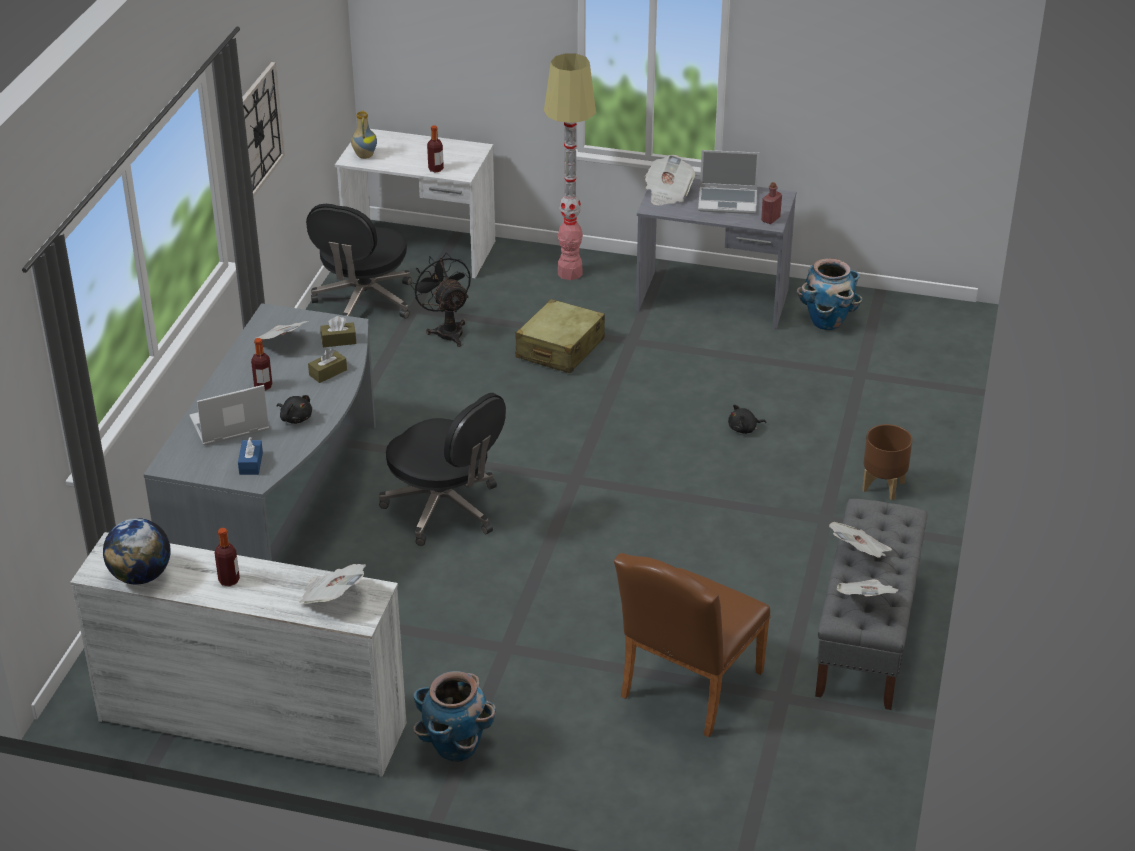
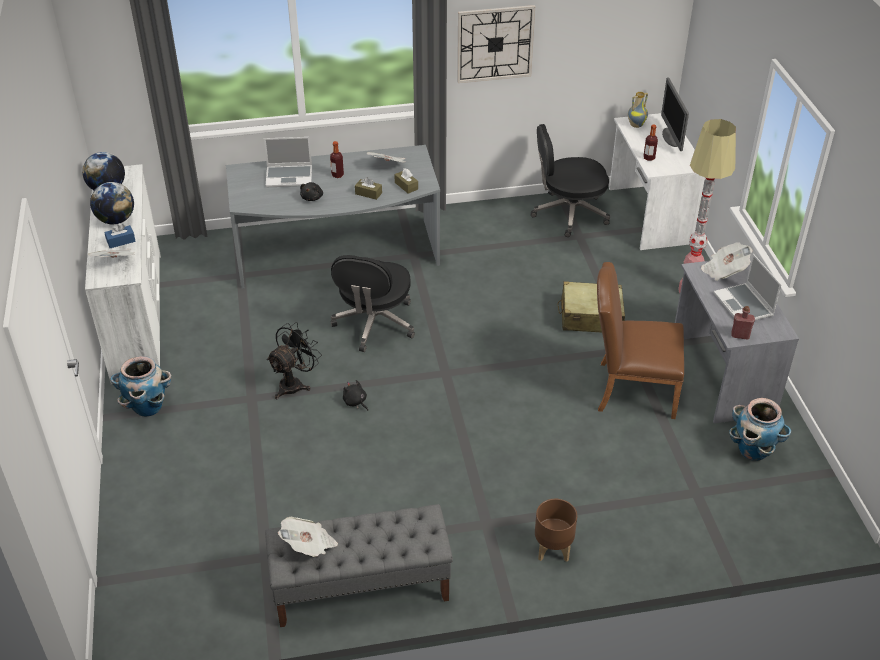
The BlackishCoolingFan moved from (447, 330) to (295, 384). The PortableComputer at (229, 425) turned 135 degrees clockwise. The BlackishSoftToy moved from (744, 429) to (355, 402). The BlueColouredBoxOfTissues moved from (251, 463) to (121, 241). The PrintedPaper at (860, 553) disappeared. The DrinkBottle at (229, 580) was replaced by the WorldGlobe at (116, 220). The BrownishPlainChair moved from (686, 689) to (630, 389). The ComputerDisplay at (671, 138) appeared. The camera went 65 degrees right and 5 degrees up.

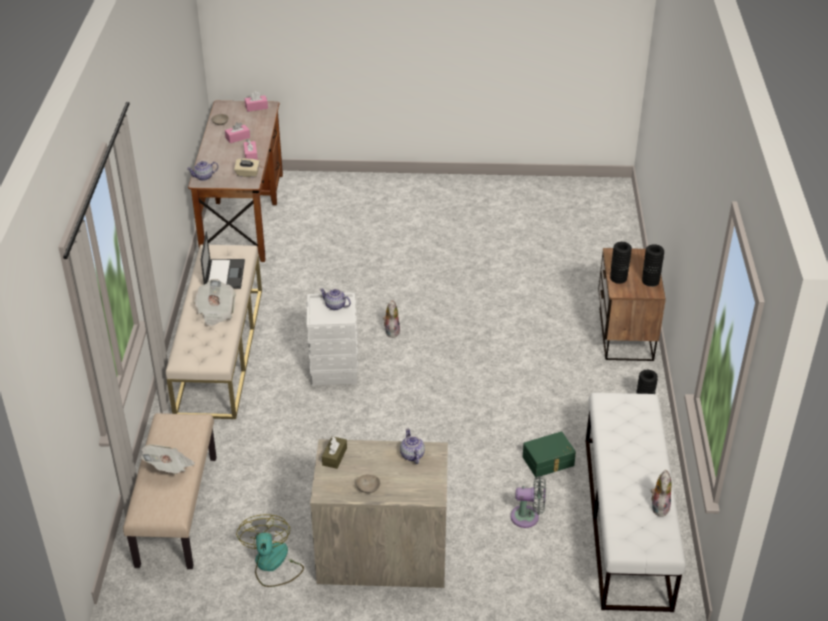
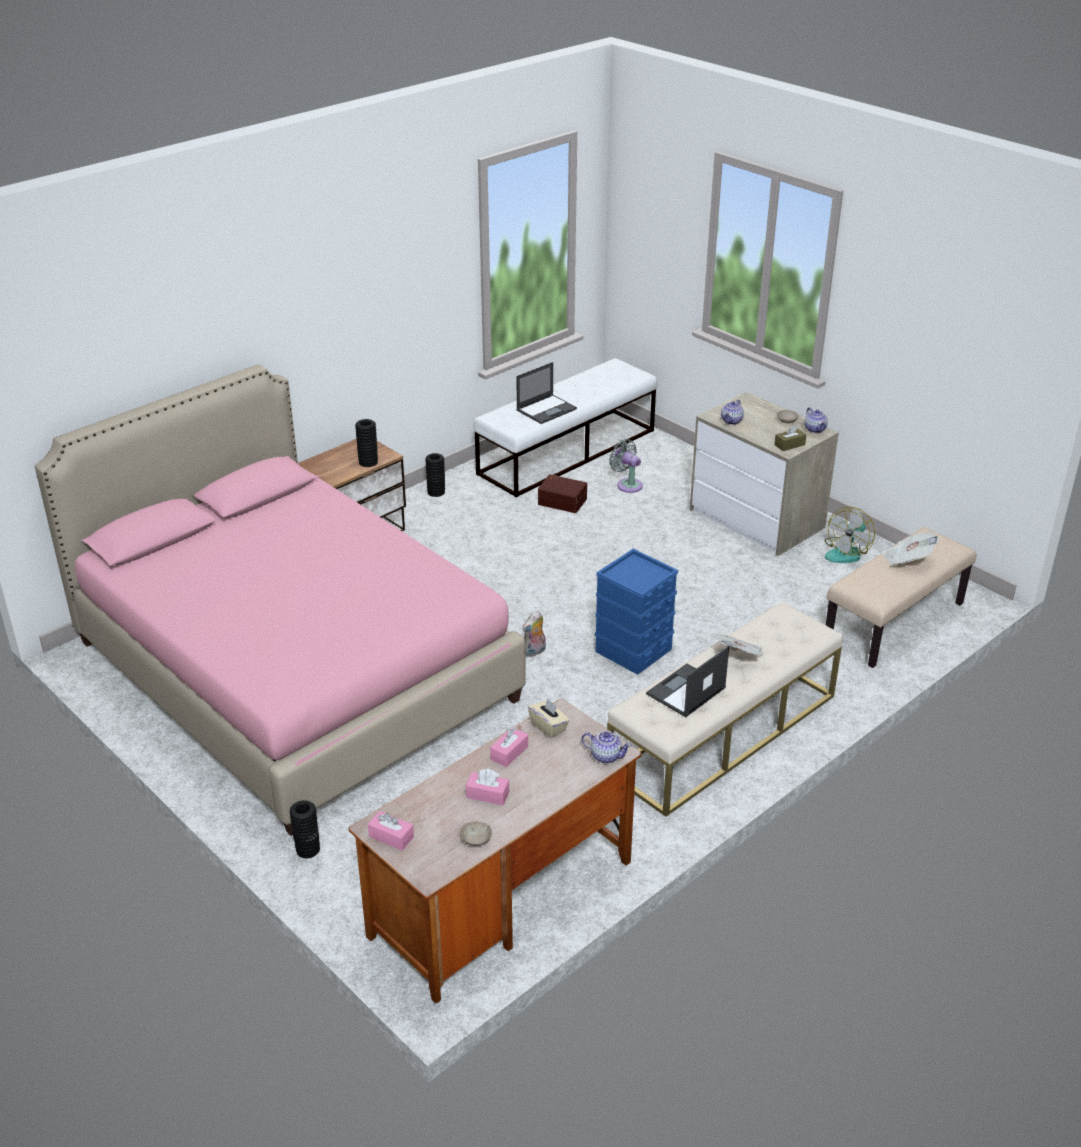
The BlackishVase moved from (650, 281) to (308, 849). The PotForTea moved from (335, 306) to (815, 429). The WhiteStorageBox at (335, 369) became the BlueColouredStorageBox at (632, 650). The GreenColouredStorageBox at (548, 462) became the BrownishStorageBox at (562, 501). The SoftToy at (658, 506) disappeared. The PortableComputer at (546, 409) appeared. The PinkishBed at (294, 671) appeared. The camera went 135 degrees left and 5 degrees down.

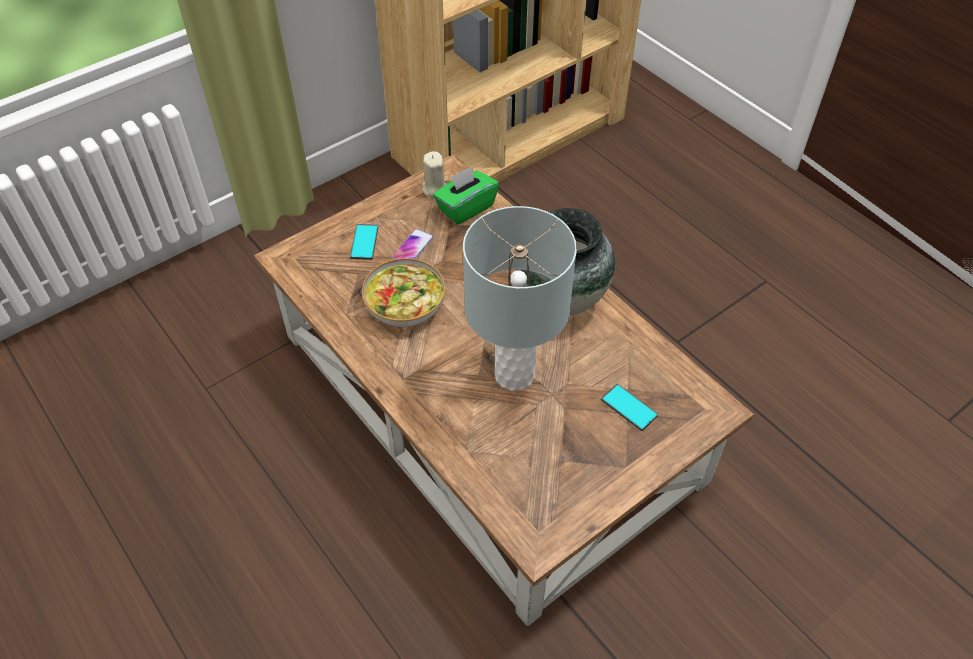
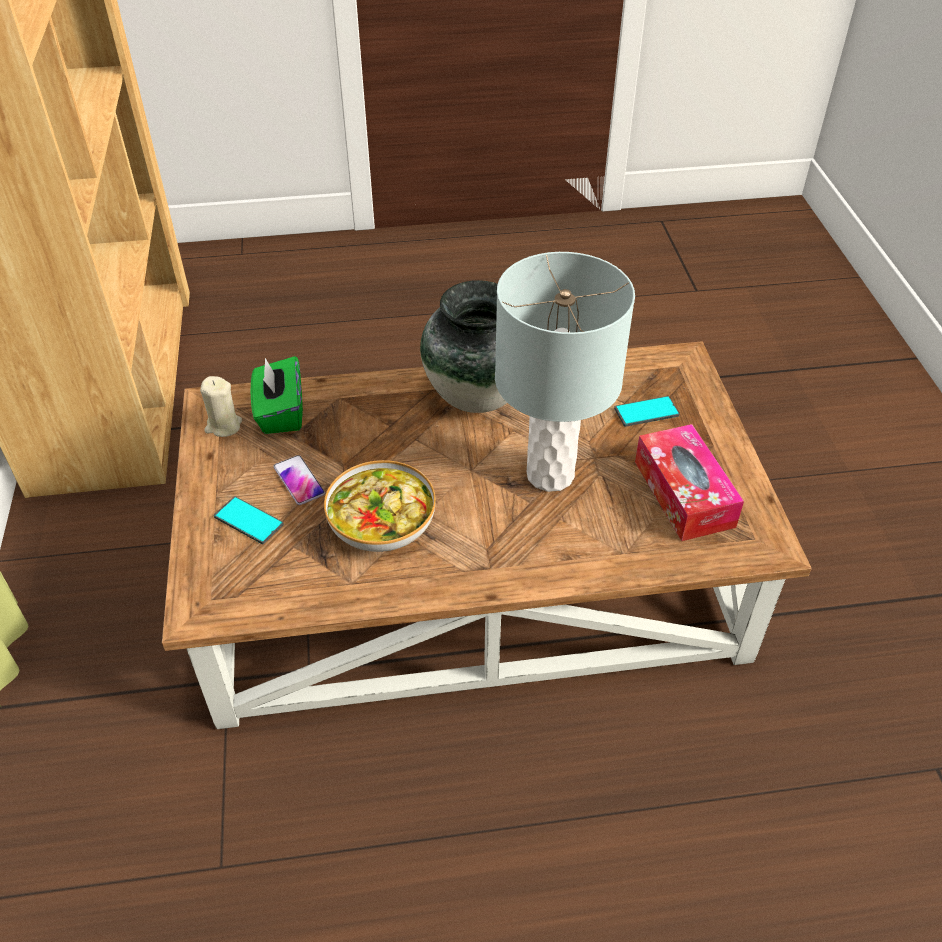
The BoxOfTissues at (684, 494) appeared. The camera went 60 degrees left and 5 degrees down.

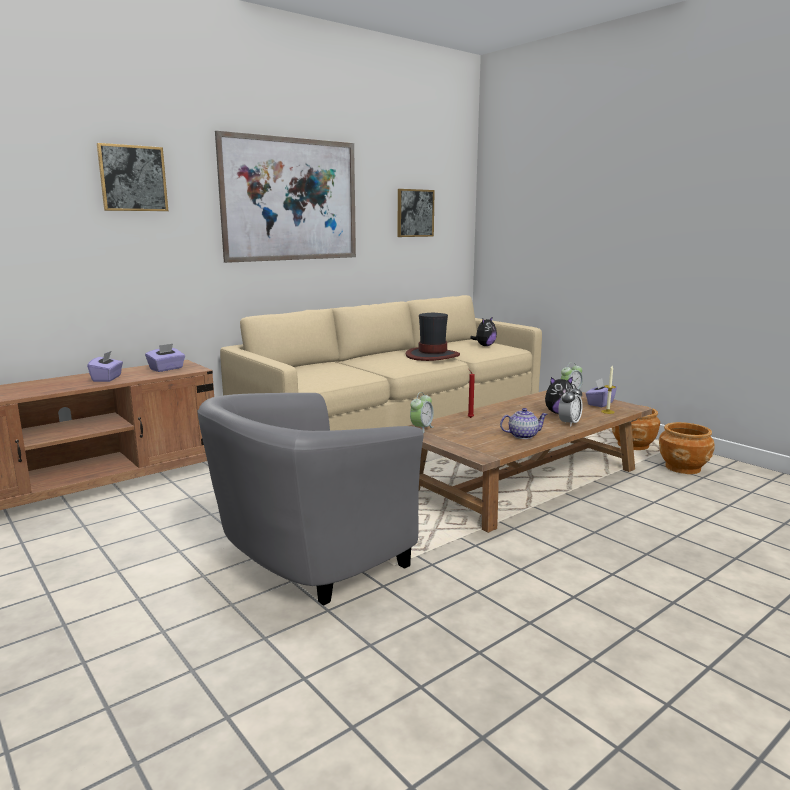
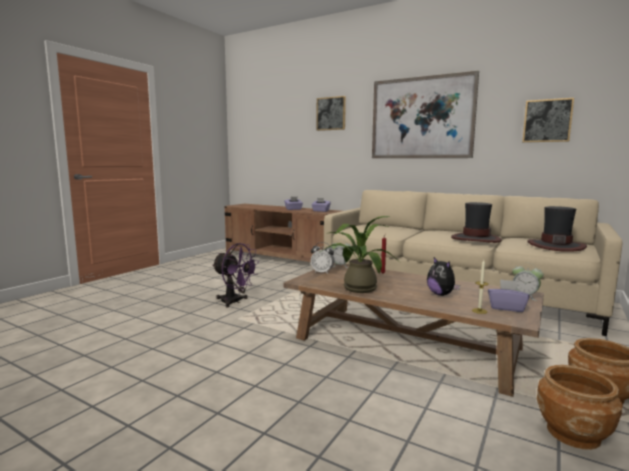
The SoftToy at (484, 346) was replaced by the Hat at (555, 246). The AlarmClock moved from (569, 423) to (322, 272). The GreyArmchair at (306, 561) was replaced by the PurplishCoolingFan at (235, 302). The PotForTea at (522, 436) was replaced by the Houseplant at (357, 287). The camera went 70 degrees right and 5 degrees down.

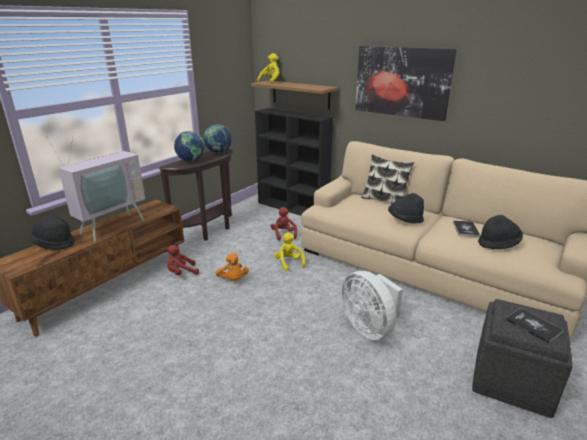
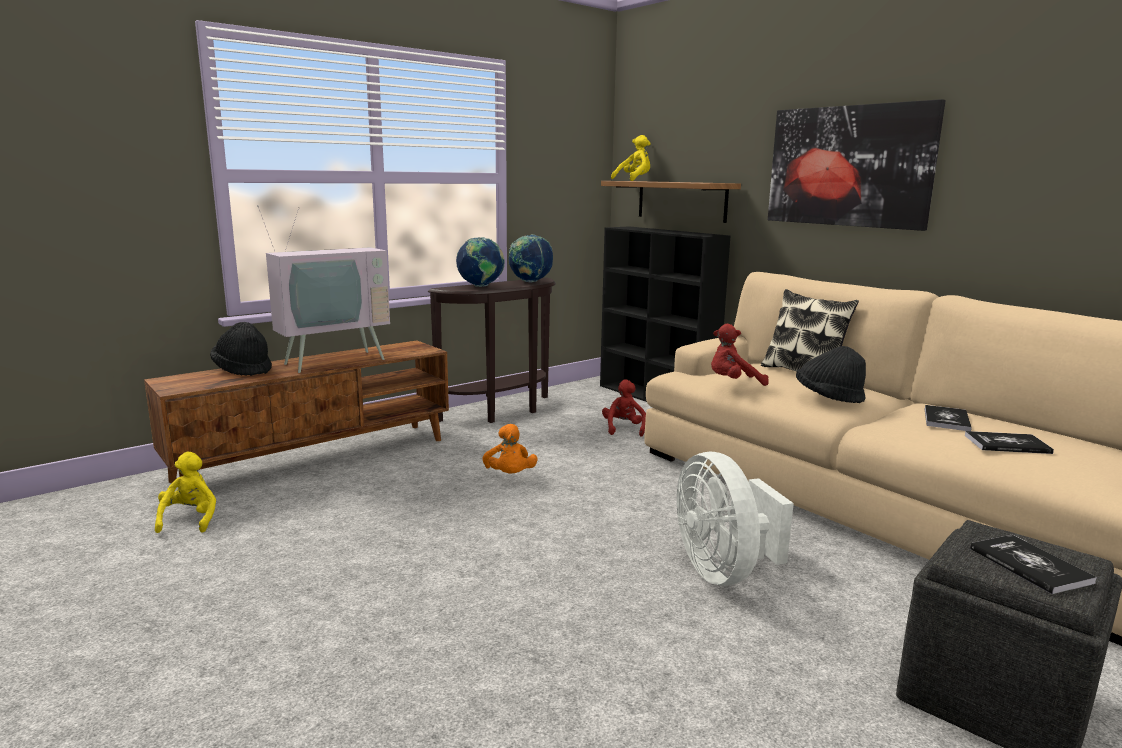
The BlackishHat at (498, 244) was replaced by the Book at (1007, 444). The YellowColouredSoftToy moved from (289, 263) to (190, 519). The RedColouredSoftToy moved from (181, 273) to (733, 383). The camera went 15 degrees right and 10 degrees down.

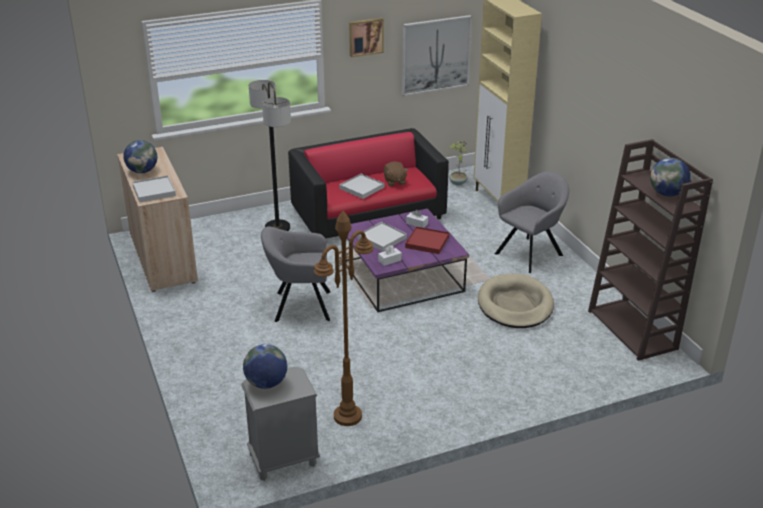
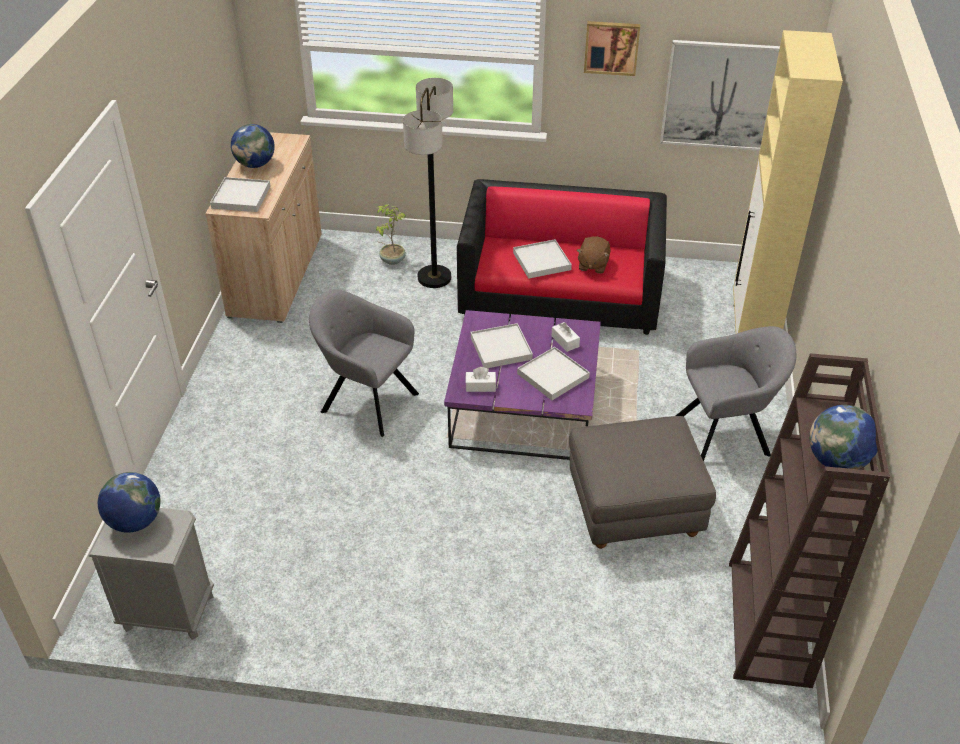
The Houseplant moved from (457, 183) to (392, 260). The BrownishStandardLamp at (348, 416) disappeared. The RedColouredServingTray at (427, 242) became the WhiteServingTray at (552, 376). The BeigeDogCushion at (515, 305) was replaced by the GreyOttoman at (634, 510). The camera went 30 degrees right and 10 degrees up.

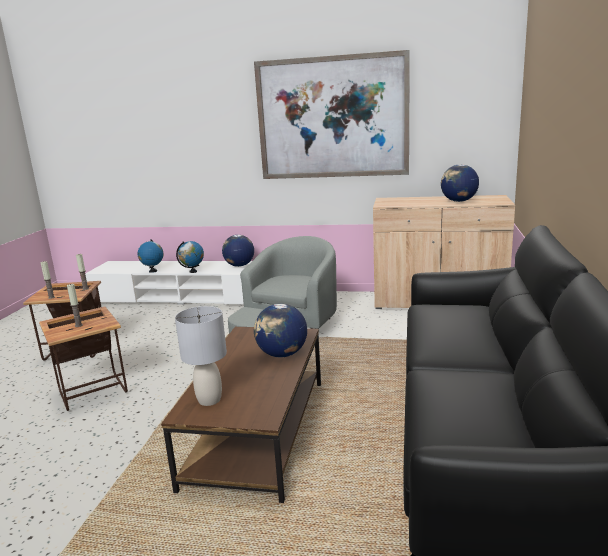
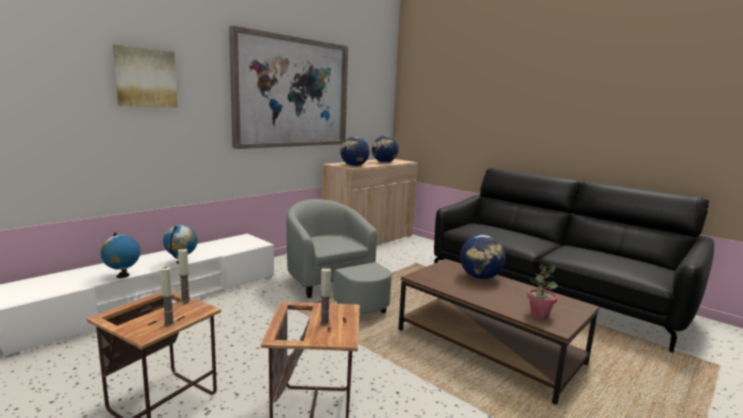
The WorldGlobe moved from (239, 265) to (354, 166). The GreyTabletopLamp at (209, 400) was replaced by the Houseplant at (539, 314). The WallPicture at (146, 77) appeared. The camera went 60 degrees left and 5 degrees down.

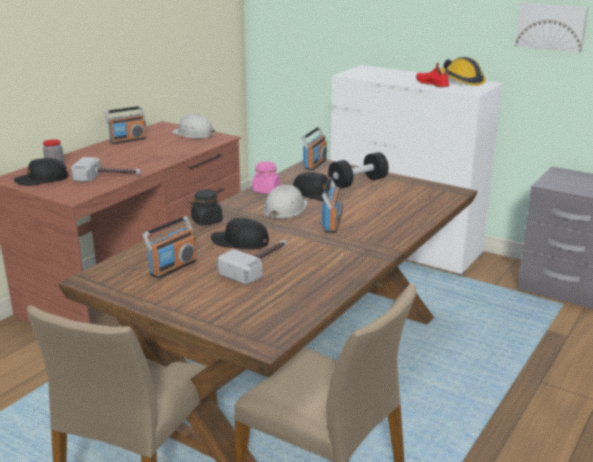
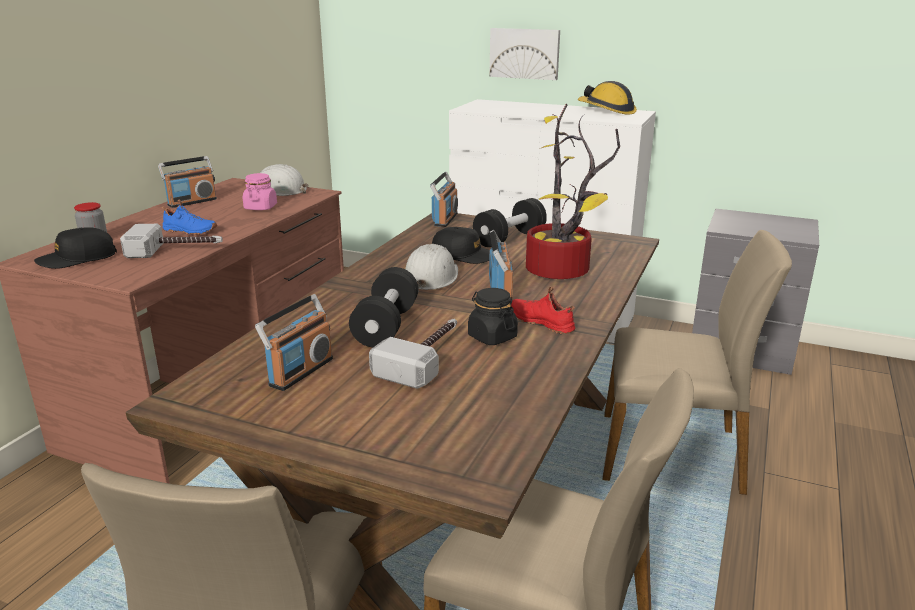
The WallPicture moved from (551, 27) to (525, 53). The RedColouredItemOfFootwear moved from (432, 84) to (542, 322). The PinkishJar moved from (266, 190) to (260, 207). The BlackishJar moved from (206, 221) to (492, 337). The BlackishCap at (240, 242) was replaced by the BlackishDumbbell at (386, 326). The Houseplant at (562, 272) appeared. The BlueColouredItemOfFootwear at (189, 231) appeared. The BeigePlainChair at (672, 453) appeared. The camera went 10 degrees left and 0 degrees up.

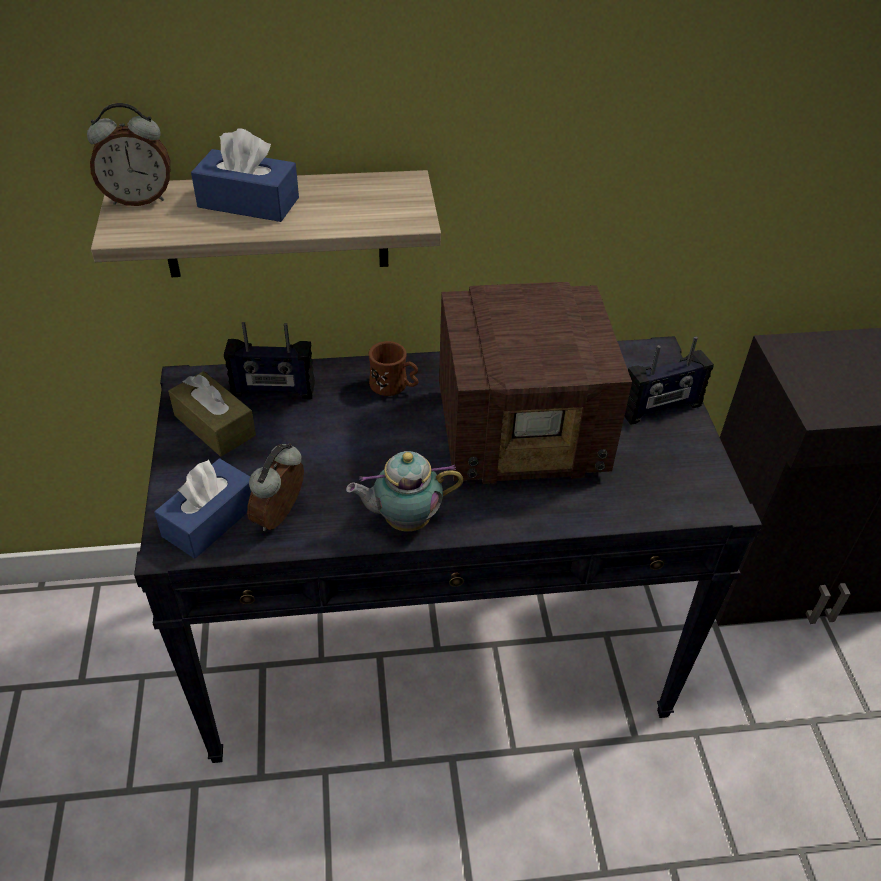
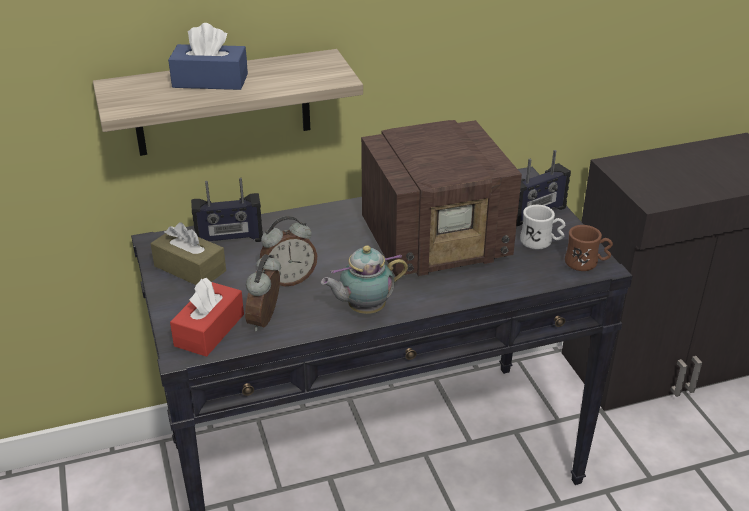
The AlarmClock moved from (139, 199) to (289, 280). The BrownishMug moved from (394, 386) to (586, 263). The BlueColouredBoxOfTissues at (210, 520) became the RedColouredBoxOfTissues at (209, 330). The WhiteMug at (541, 242) appeared. The camera went 10 degrees left and 10 degrees down.

